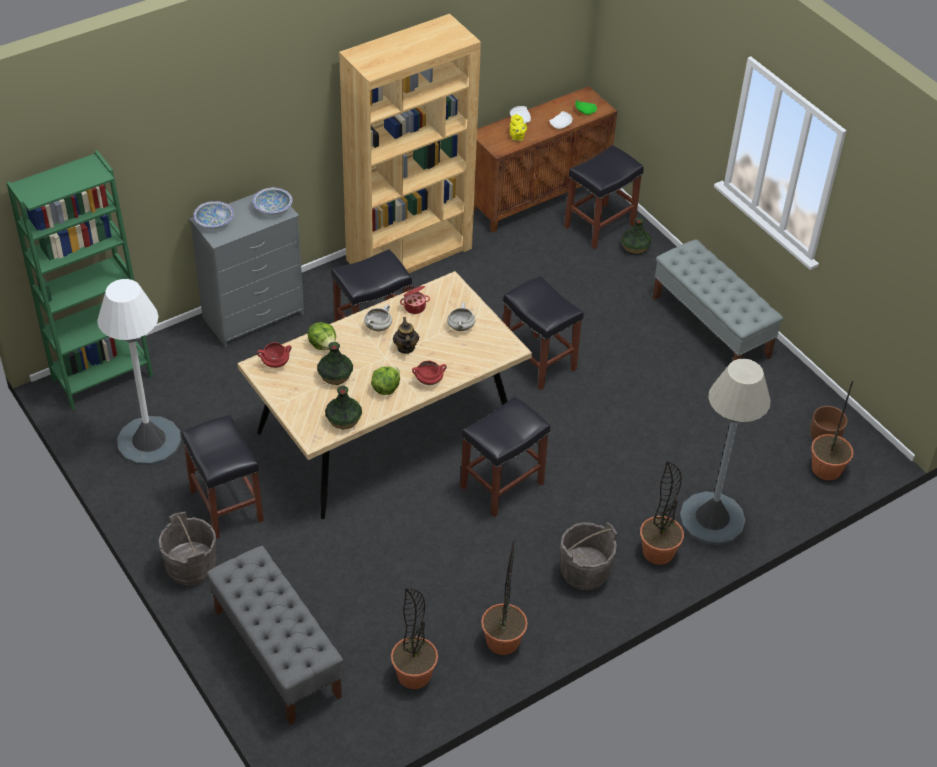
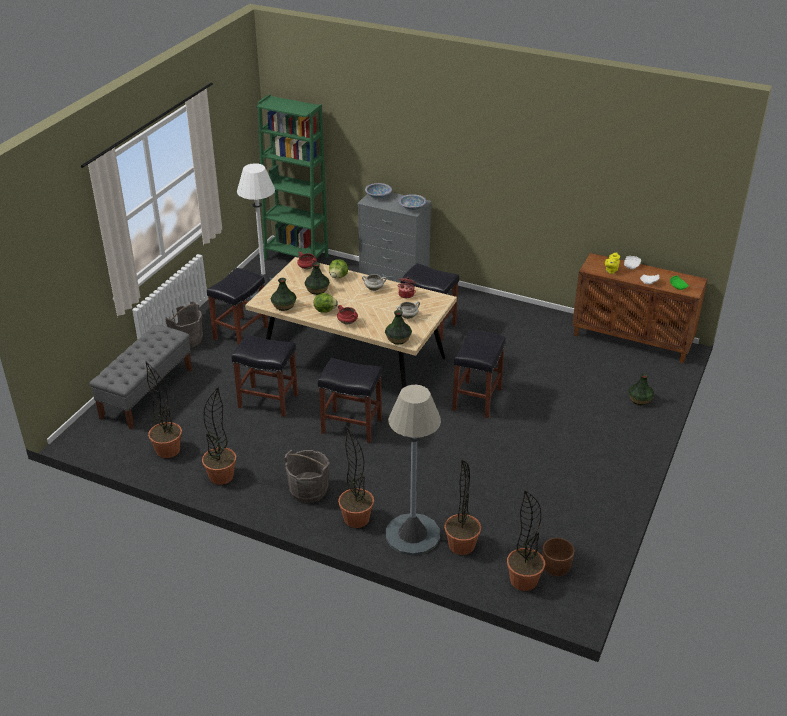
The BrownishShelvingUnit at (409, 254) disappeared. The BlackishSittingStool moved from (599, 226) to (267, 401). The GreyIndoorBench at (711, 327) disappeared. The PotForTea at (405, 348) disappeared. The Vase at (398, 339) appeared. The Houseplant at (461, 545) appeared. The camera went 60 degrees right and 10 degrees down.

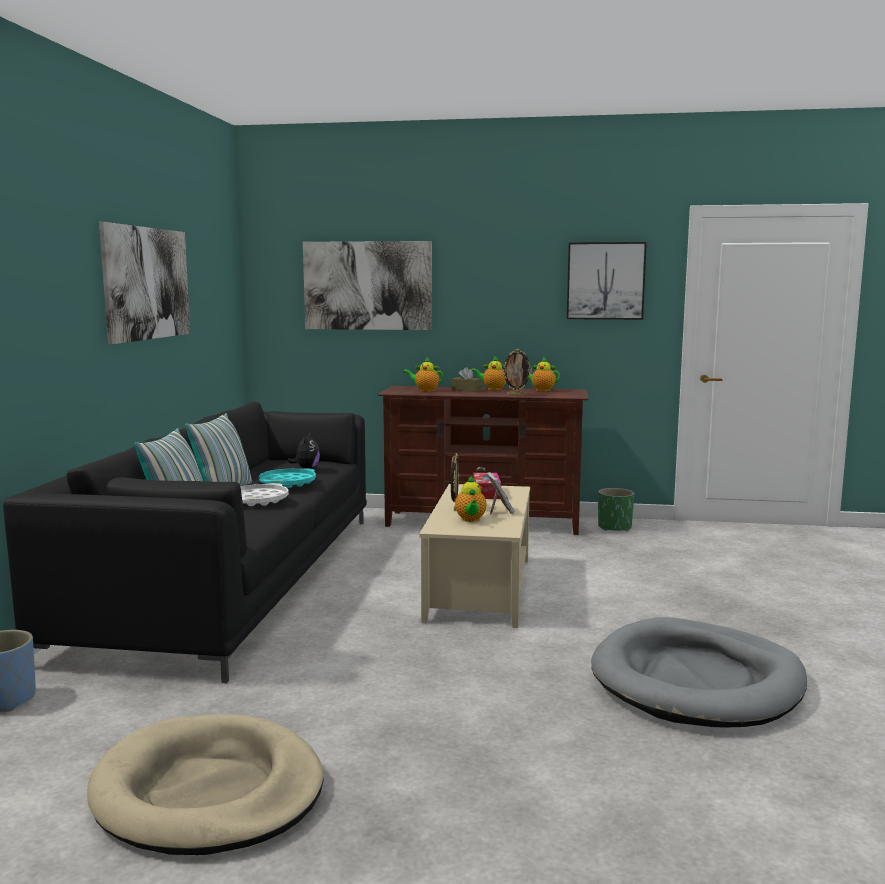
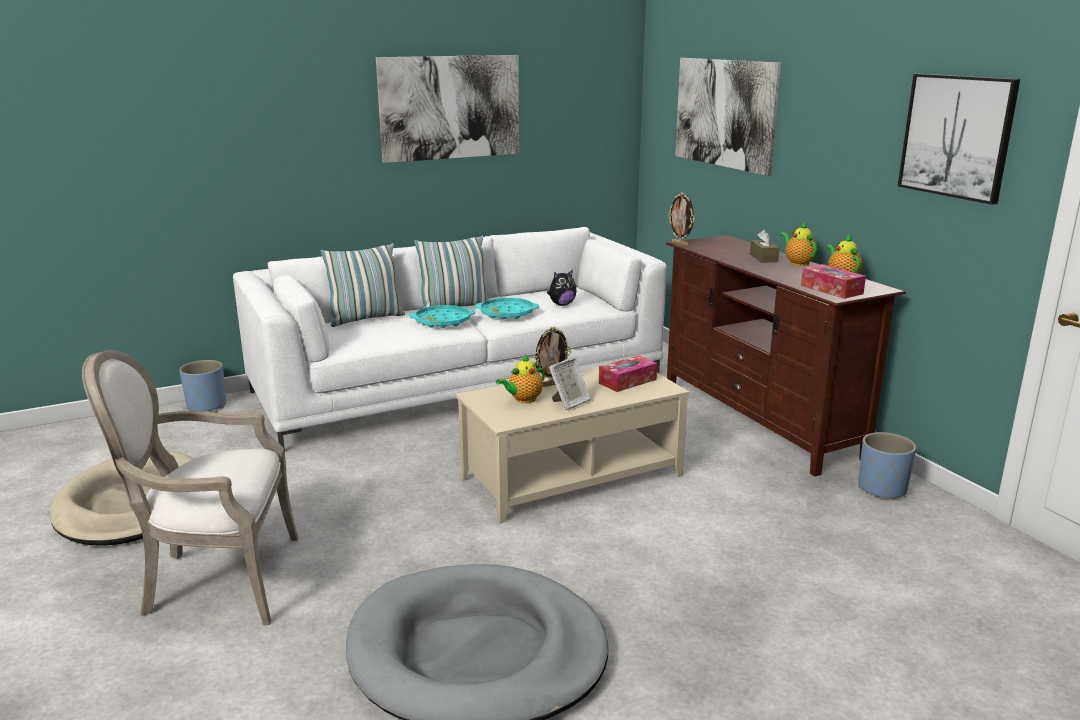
The PictureFrame moved from (516, 395) to (680, 244). The PotForTea at (425, 390) disappeared. The BlackishCouch at (233, 579) became the WhiteCouch at (459, 384). The WhiteServingTray at (258, 500) became the BlueGreenServingTray at (443, 321). The GreenColouredPlanter at (614, 527) became the BlueColouredPlanter at (882, 489). The BoxOfTissues at (831, 289) appeared. The Armchair at (215, 580) appeared. The camera went 55 degrees right and 10 degrees up.

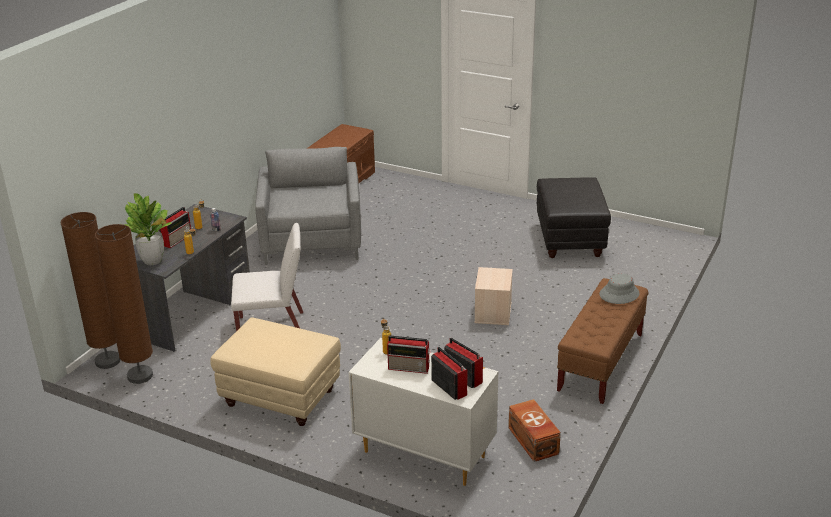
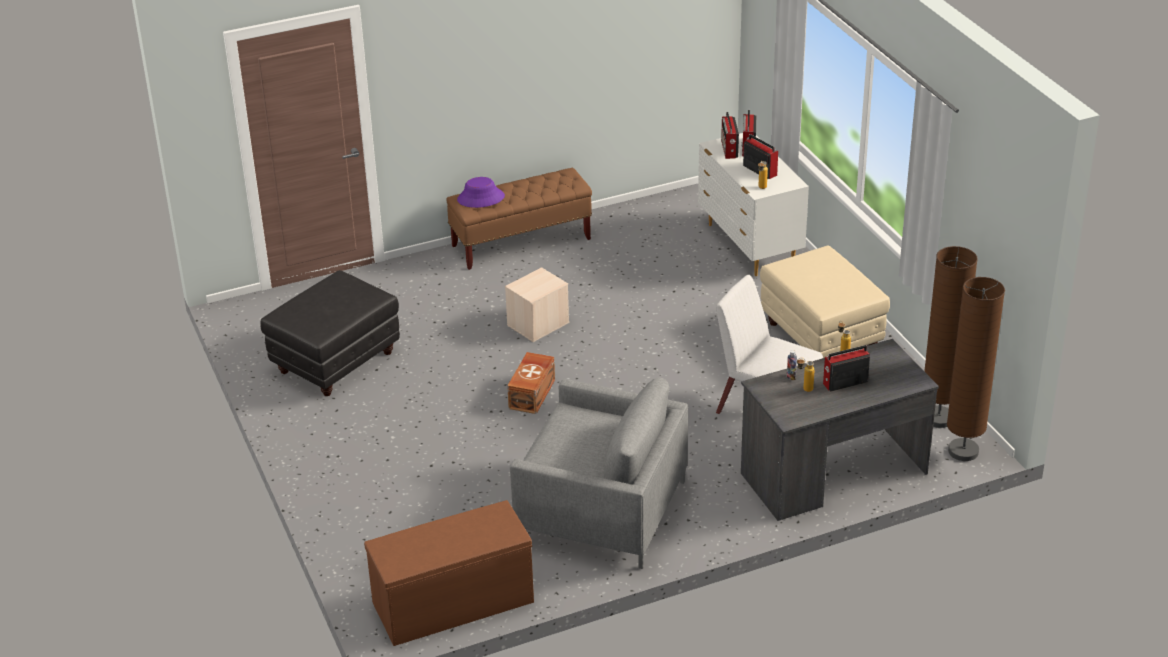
The GreyArmchair at (312, 240) turned 105 degrees counterclockwise. The Houseplant at (153, 261) disappeared. The GreyHat at (619, 294) became the PurplishHat at (481, 198). The BrownishStorageBox moved from (532, 441) to (533, 393). The camera went 140 degrees left and 5 degrees up.

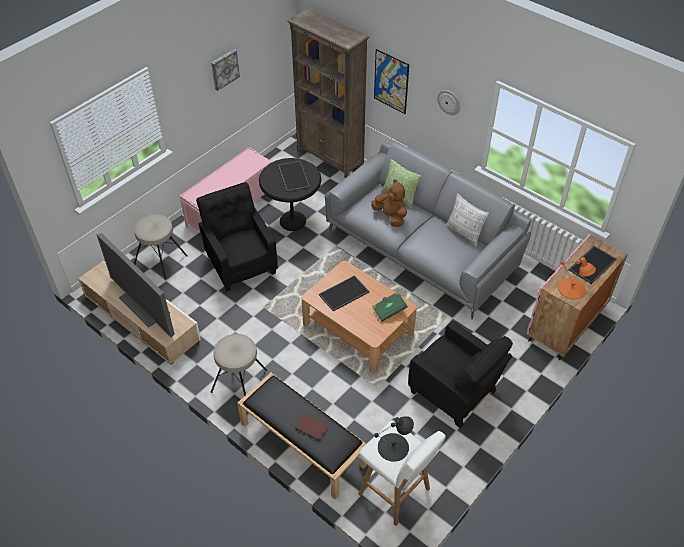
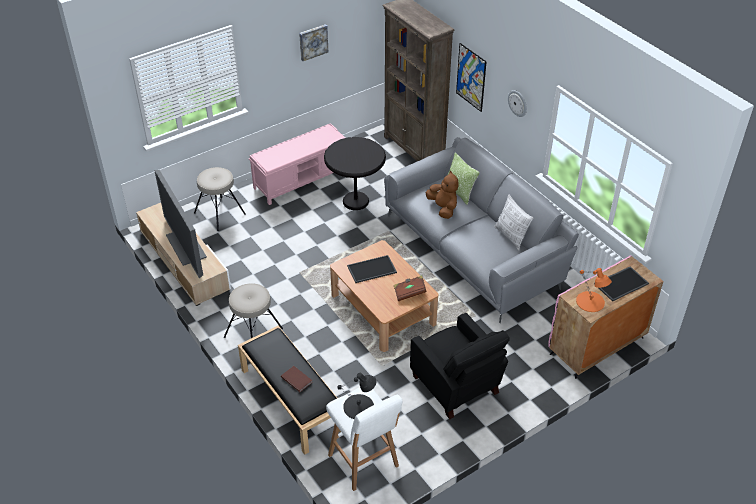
The ServingTray at (292, 176) disappeared. The BlackishArmchair at (240, 262) disappeared. The GreenColouredBook at (389, 310) became the BrownishBook at (409, 292). The camera went 15 degrees right and 5 degrees down.

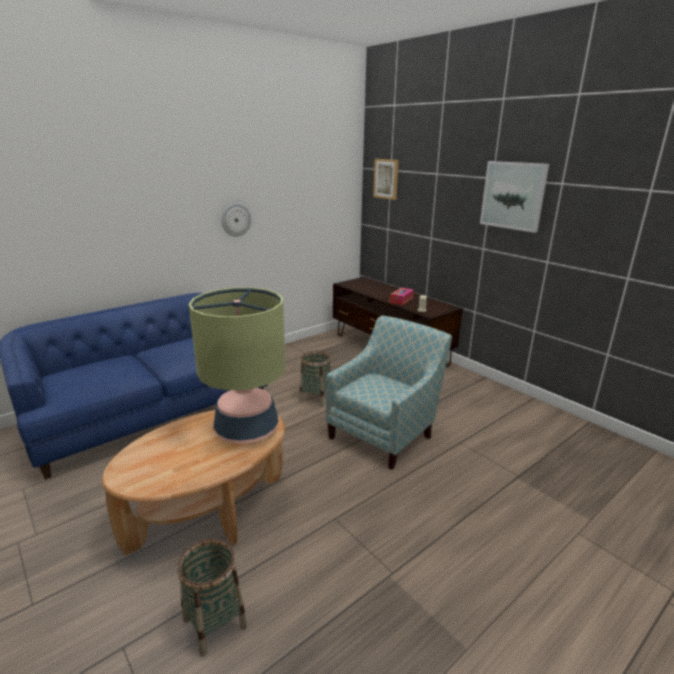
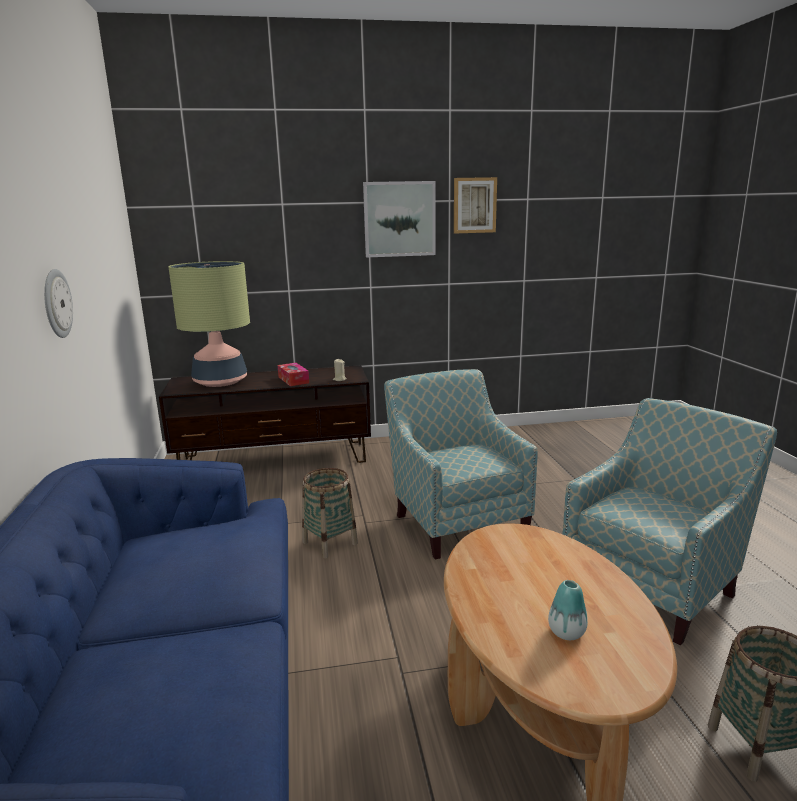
The WallPicture moved from (386, 179) to (474, 205). The TabletopLamp moved from (247, 430) to (220, 381). The Armchair at (654, 583) appeared. The Vase at (566, 632) appeared. The camera went 60 degrees left and 5 degrees down.

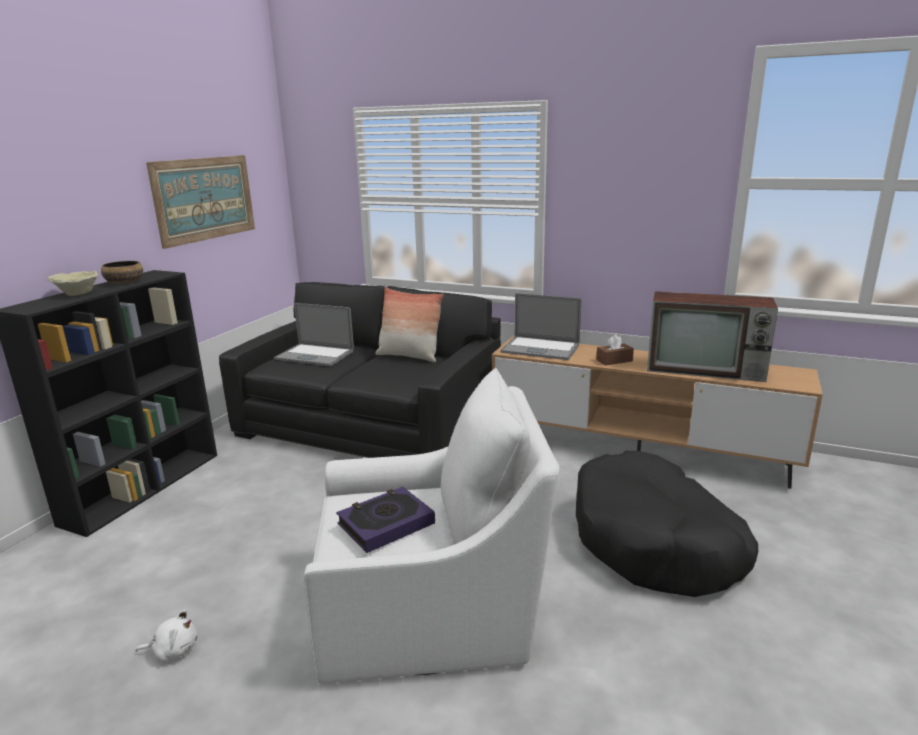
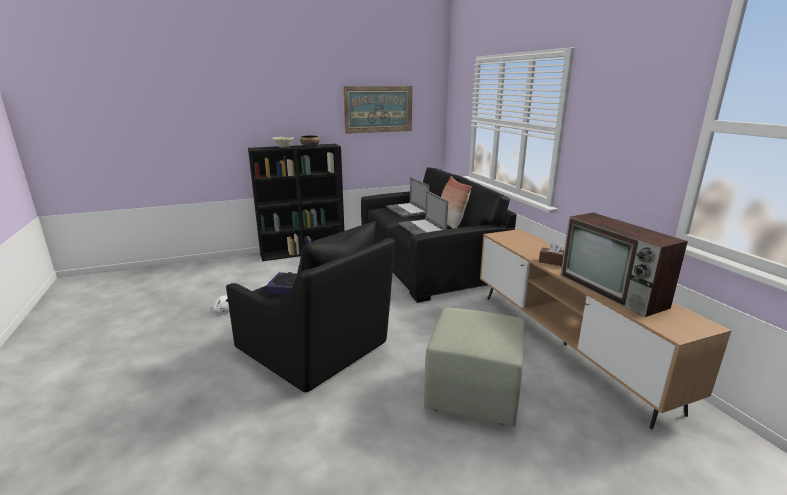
The PortableComputer moved from (540, 349) to (421, 228). The WhiteArmchair at (432, 607) became the BlackishArmchair at (316, 349). The BlackishDogCushion at (655, 541) was replaced by the GreenColouredOttoman at (473, 392). The camera went 45 degrees right and 0 degrees up.

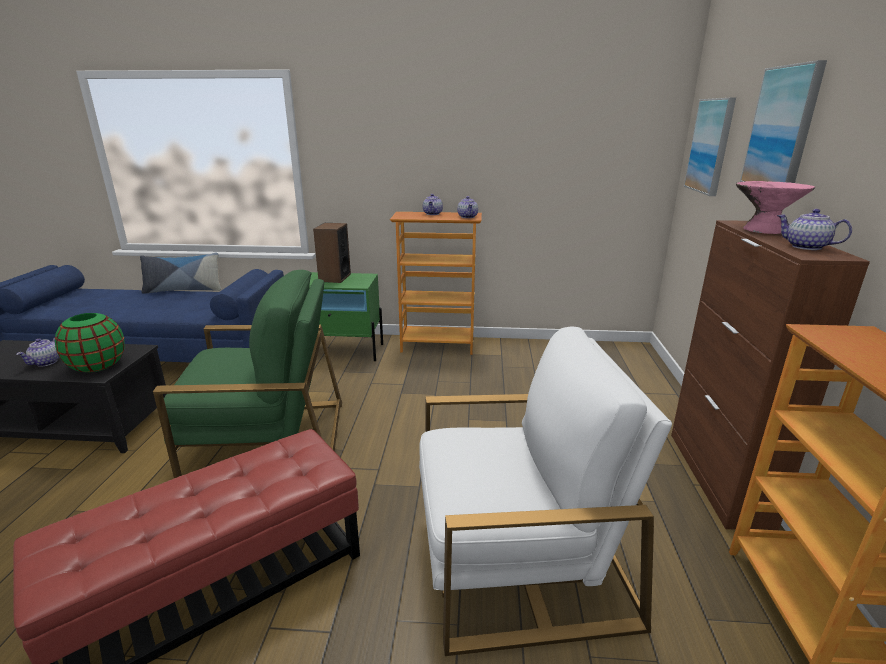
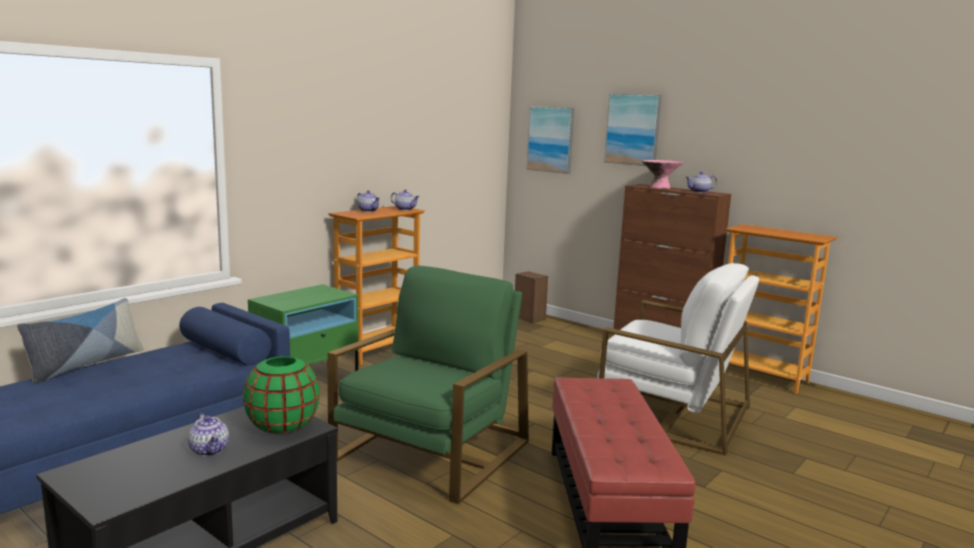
The Loudspeaker moved from (334, 277) to (529, 318). The WhiteArmchair at (519, 558) turned 90 degrees clockwise. The camera went 55 degrees left and 10 degrees down.

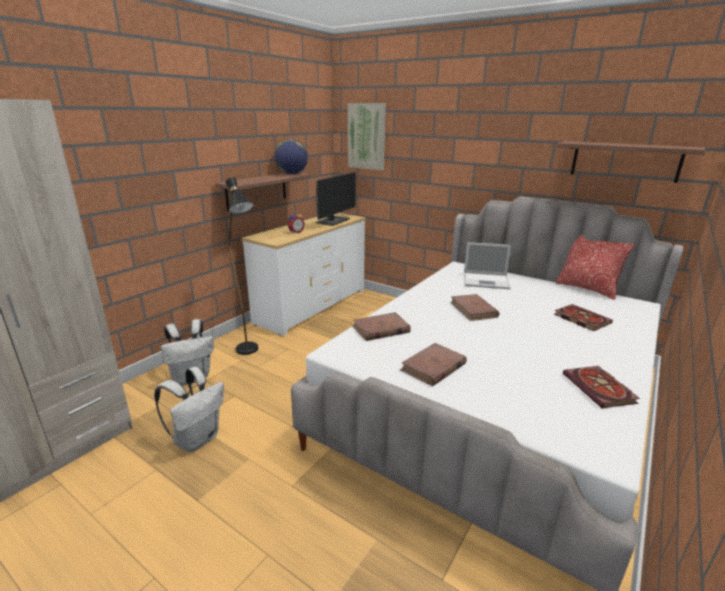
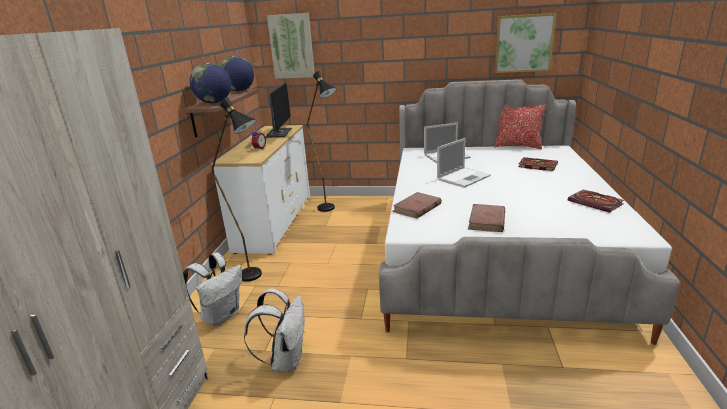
The Shelf at (625, 161) was replaced by the WallPicture at (524, 43). The BrownishBook at (473, 310) was replaced by the PortableComputer at (464, 177). The WorldGlobe at (214, 103) appeared. The BlackishStandardLamp at (330, 209) appeared. The camera went 25 degrees left and 0 degrees up.

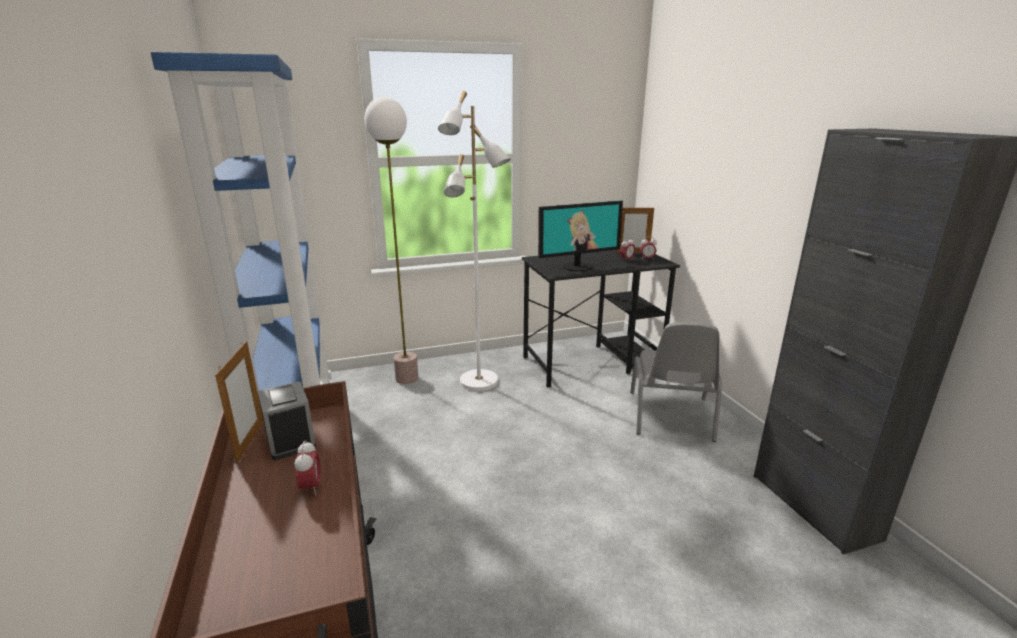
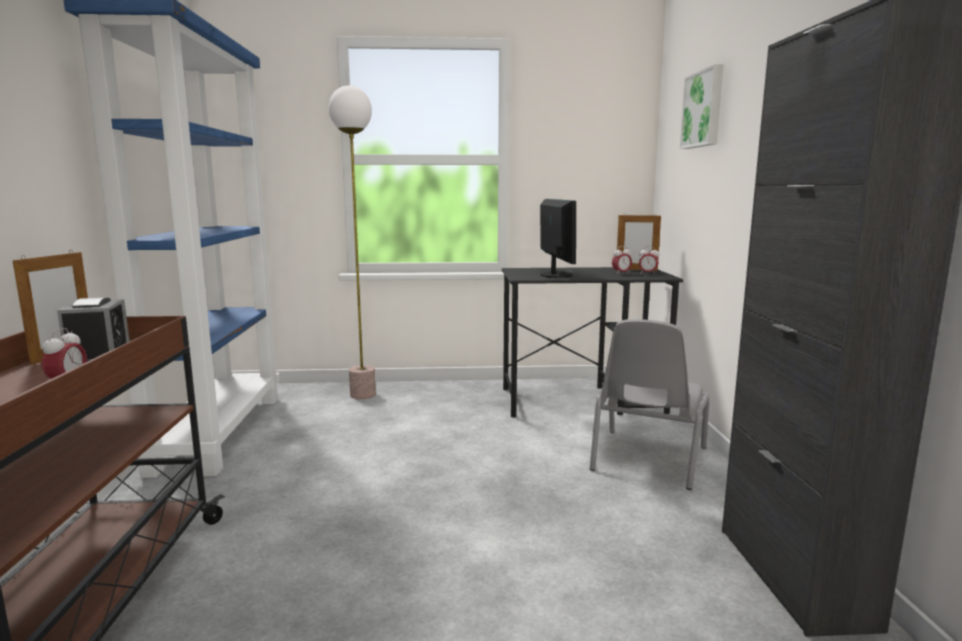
The WhiteStandardLamp at (479, 382) disappeared. The ComputerDisplay at (578, 266) turned 90 degrees counterclockwise. The WallPicture at (704, 109) appeared. The camera went 15 degrees right and 10 degrees down.

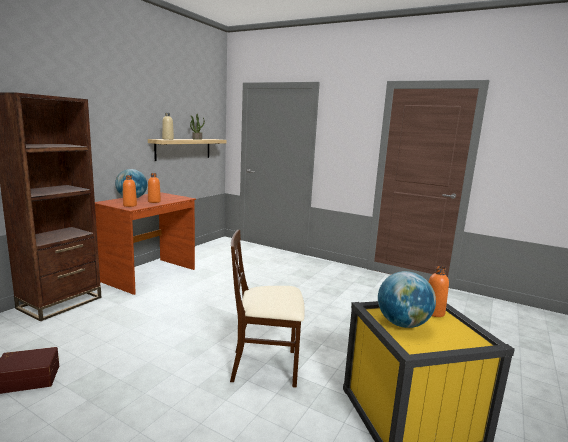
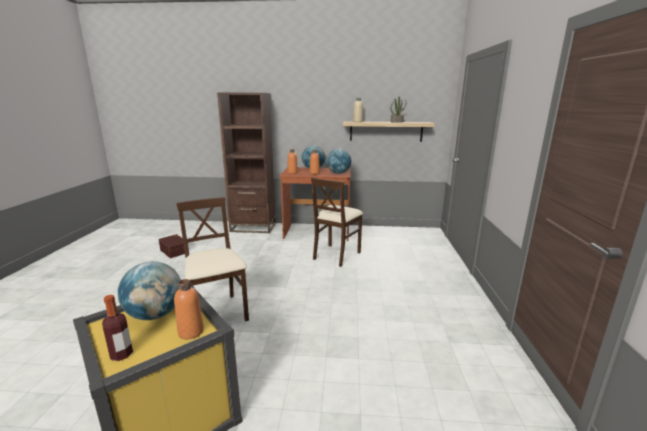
The WorldGlobe at (338, 173) appeared. The BeigePlainChair at (336, 255) appeared. The DrinkBottle at (121, 354) appeared. The camera went 65 degrees right and 5 degrees up.

